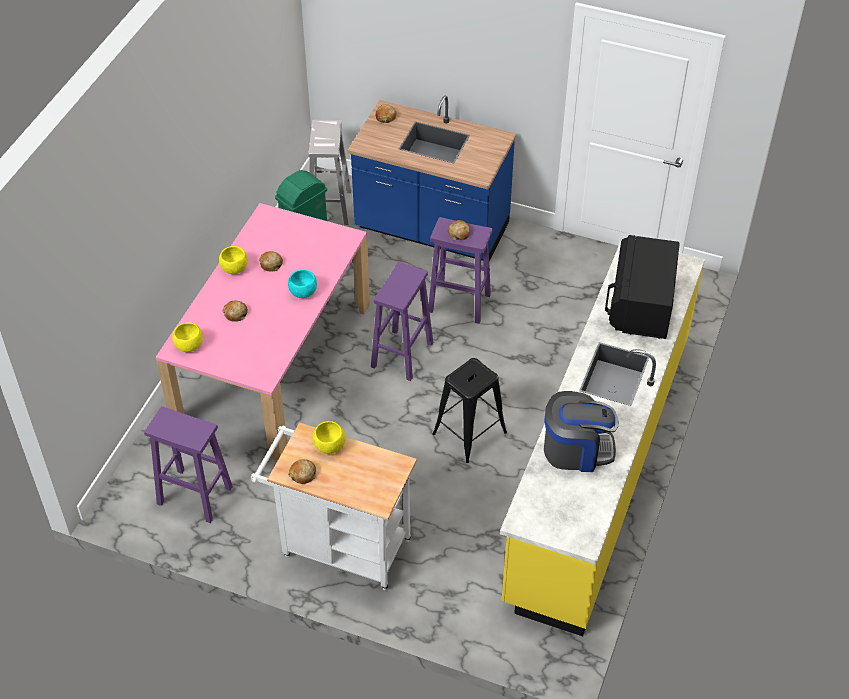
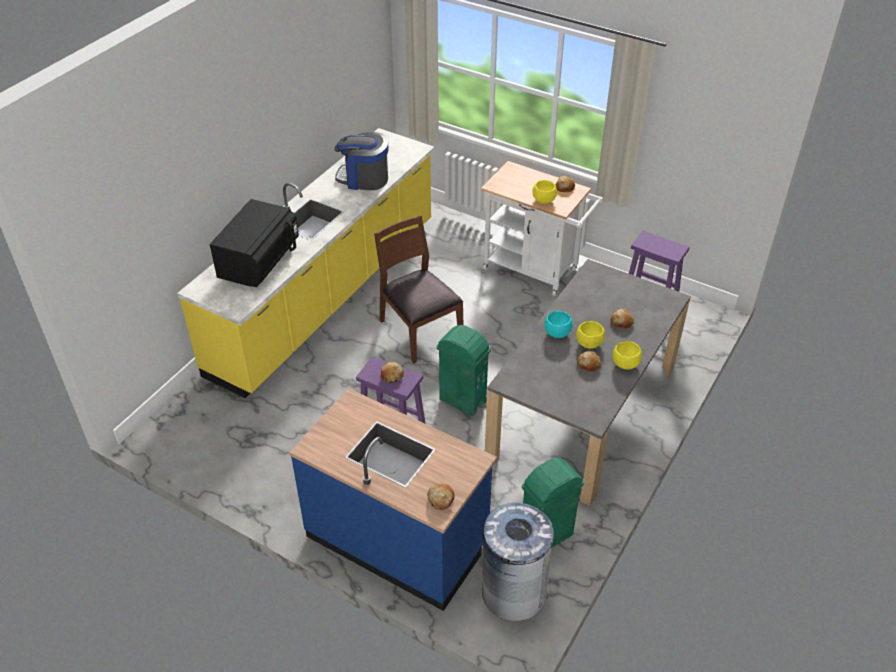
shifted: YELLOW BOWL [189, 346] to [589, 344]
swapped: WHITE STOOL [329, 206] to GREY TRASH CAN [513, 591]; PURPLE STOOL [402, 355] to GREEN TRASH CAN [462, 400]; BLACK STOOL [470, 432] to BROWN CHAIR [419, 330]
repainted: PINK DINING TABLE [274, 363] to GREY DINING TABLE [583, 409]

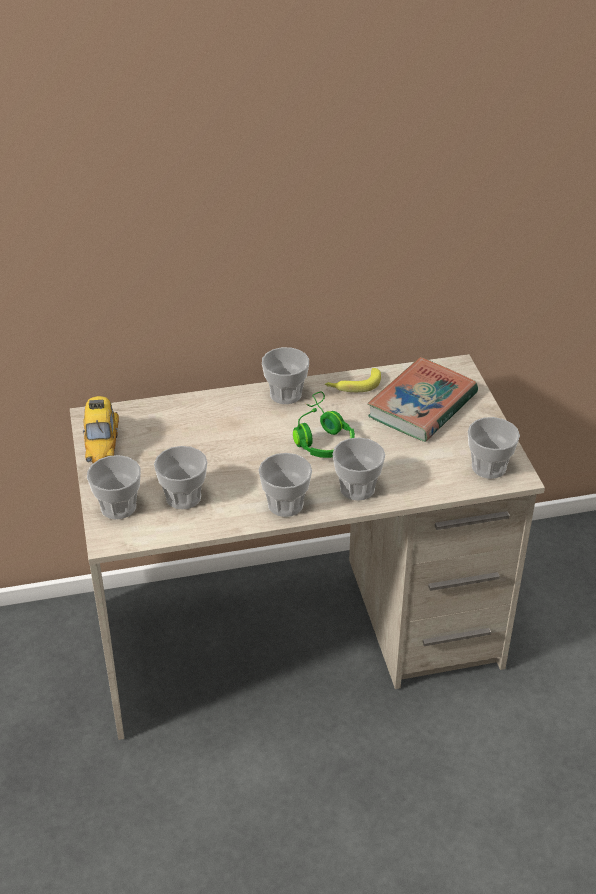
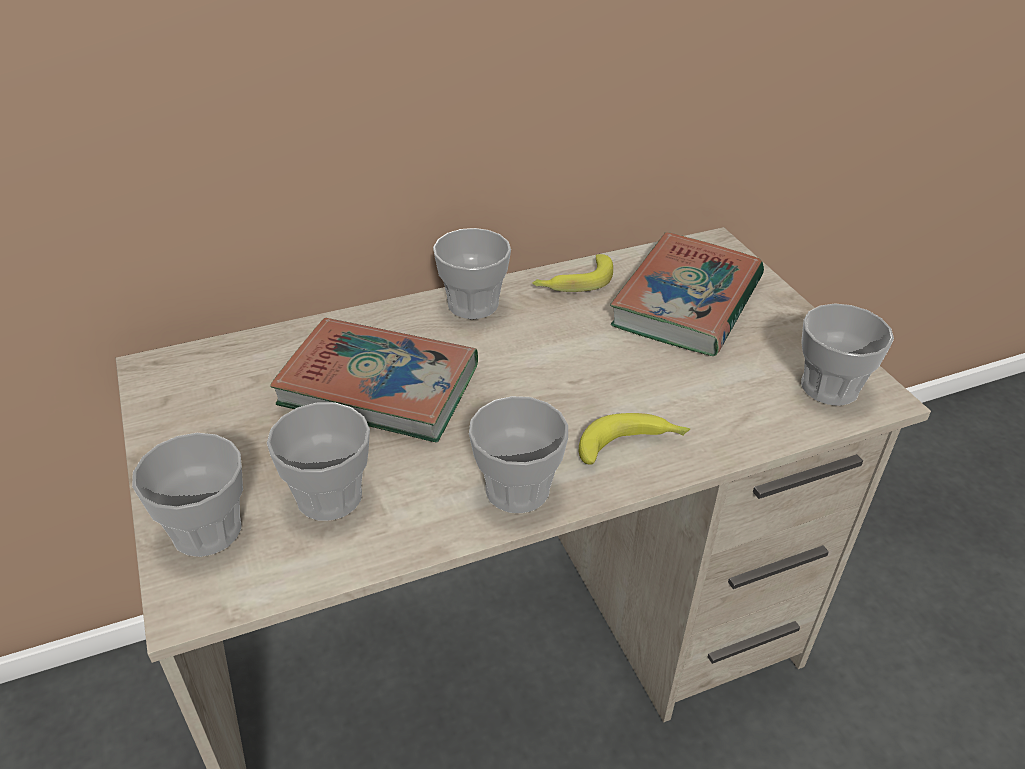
gone: GREEN HEADPHONES [321, 437]; TOY CAR [102, 448]
new: BOOK [379, 387]
swapped: CUP [357, 488] to BANANA [632, 446]

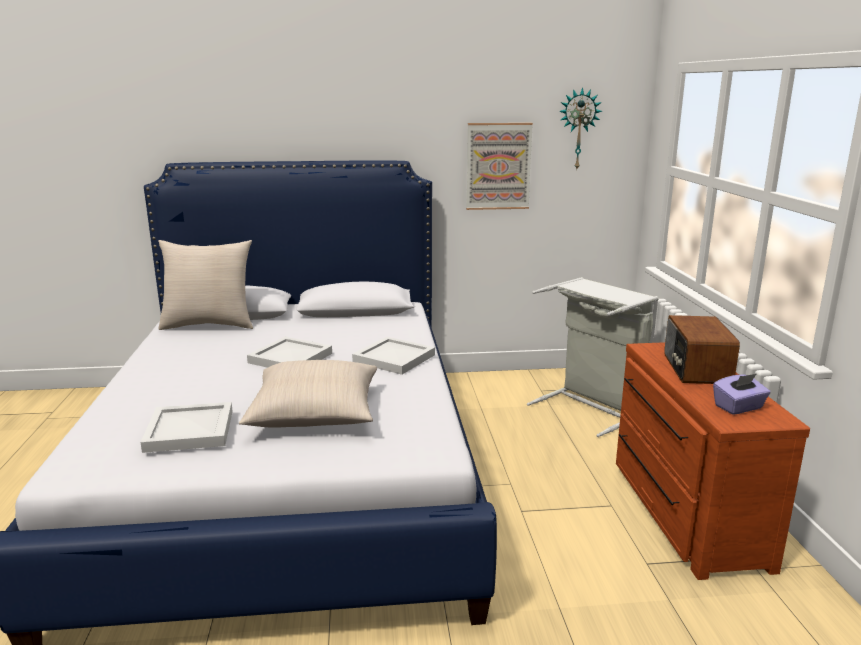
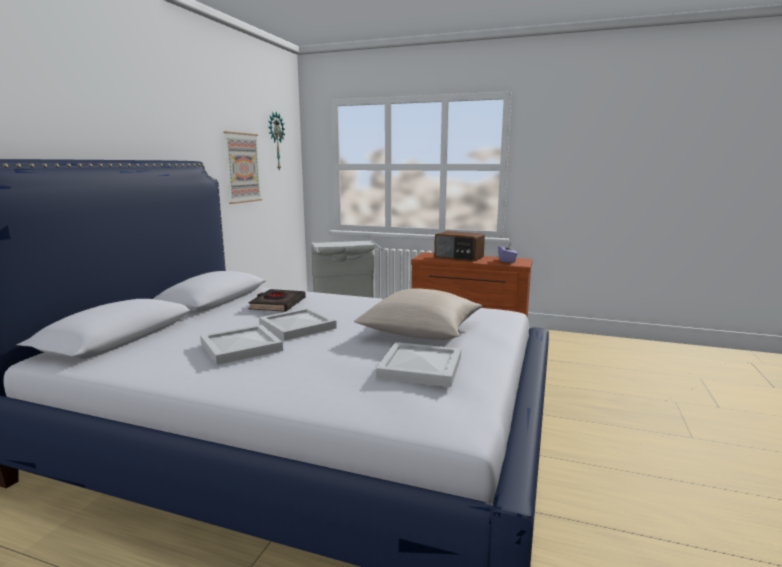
gone: BEIGE PILLOW [209, 324]
new: BLACK BOOK [277, 304]
shifted: WHITE TRAY [394, 359] to [242, 347]

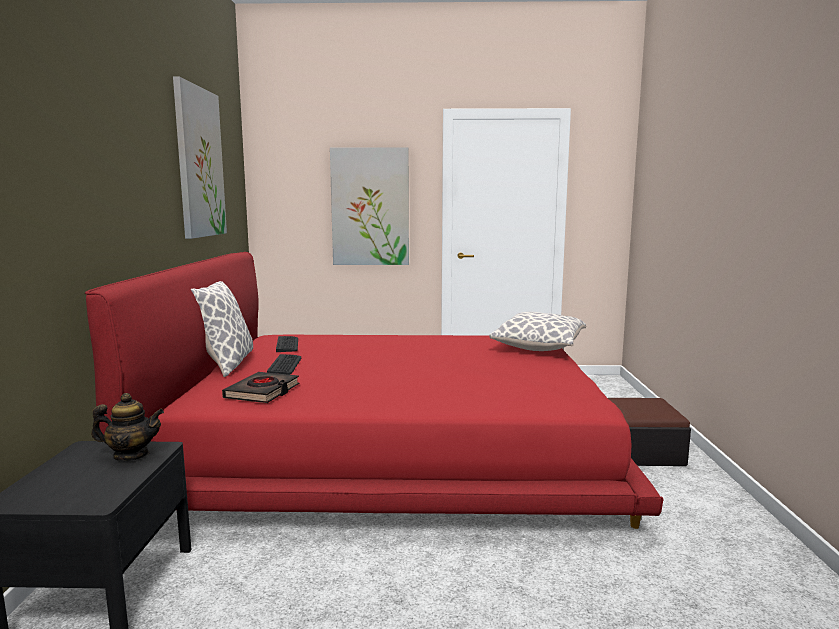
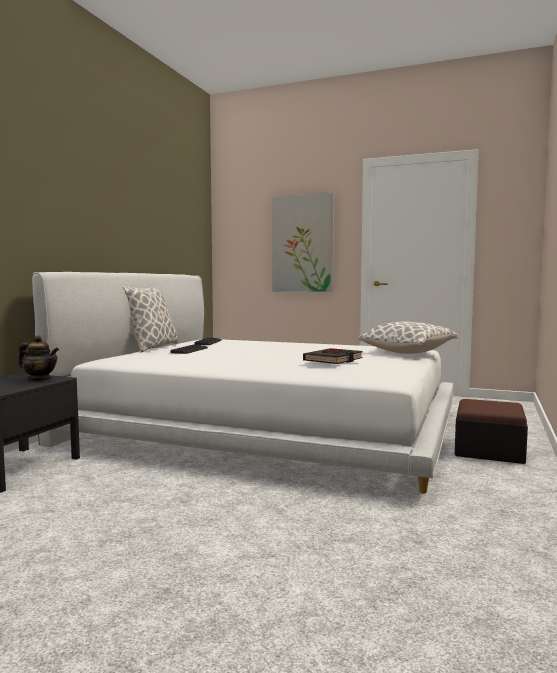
gone: PICTURE [199, 163]
shifted: BLACK BOOK [262, 392] to [333, 360]
repainted: RED BED [391, 449] to WHITE BED [267, 426]

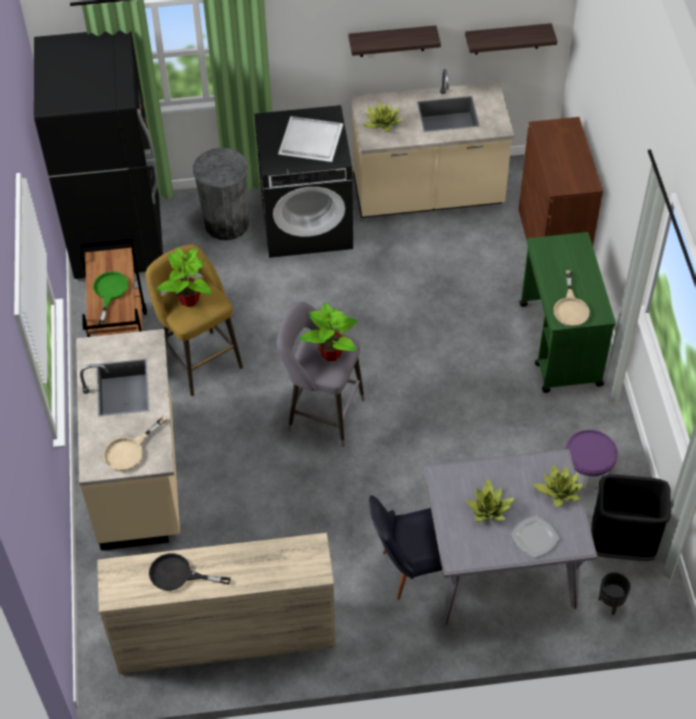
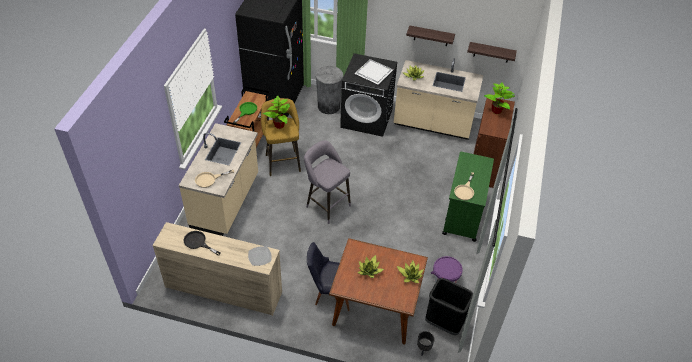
shifted: POTTED PLANT [332, 353] to [497, 111]; PLATE [534, 538] to [259, 257]
repainted: GREY DINING TABLE [499, 567] to BROWN DINING TABLE [375, 309]

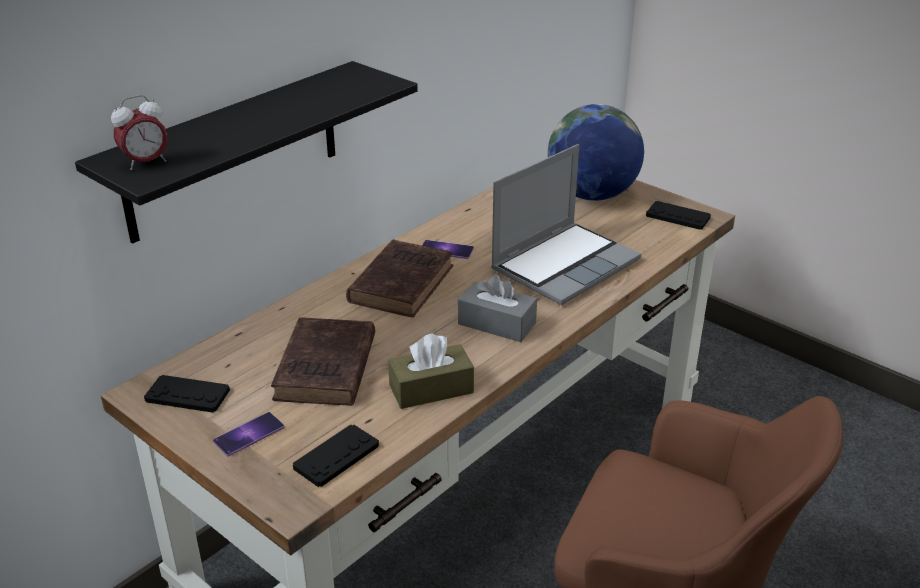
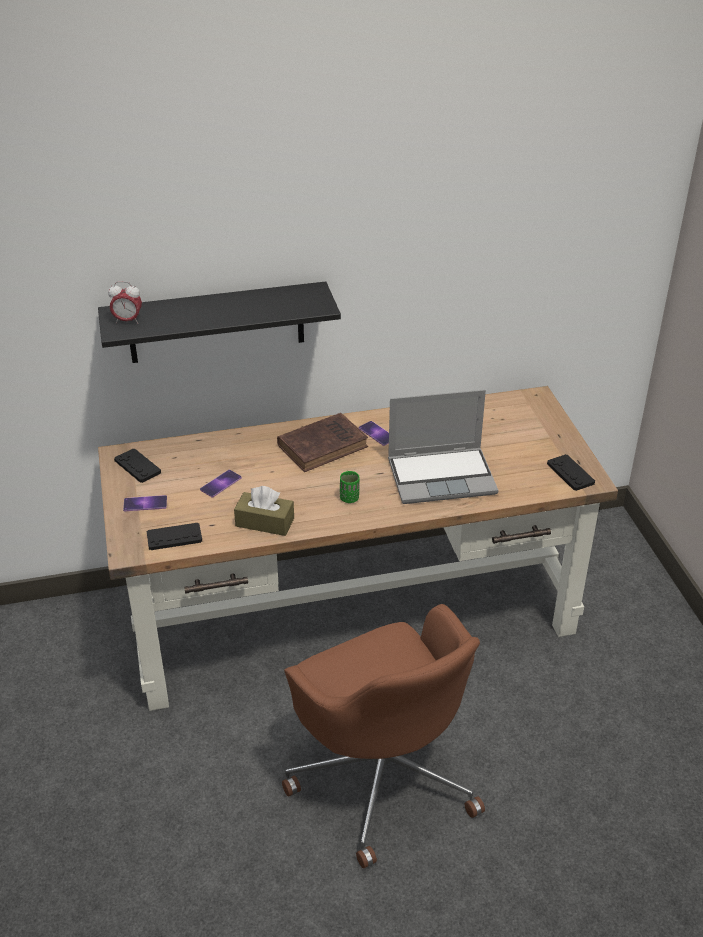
gone: GLOBE [592, 195]
swapped: GREY TISSUE BOX [496, 324] to GREEN CUP [349, 498]; BROWN BOOK [325, 370] to PHONE [221, 483]

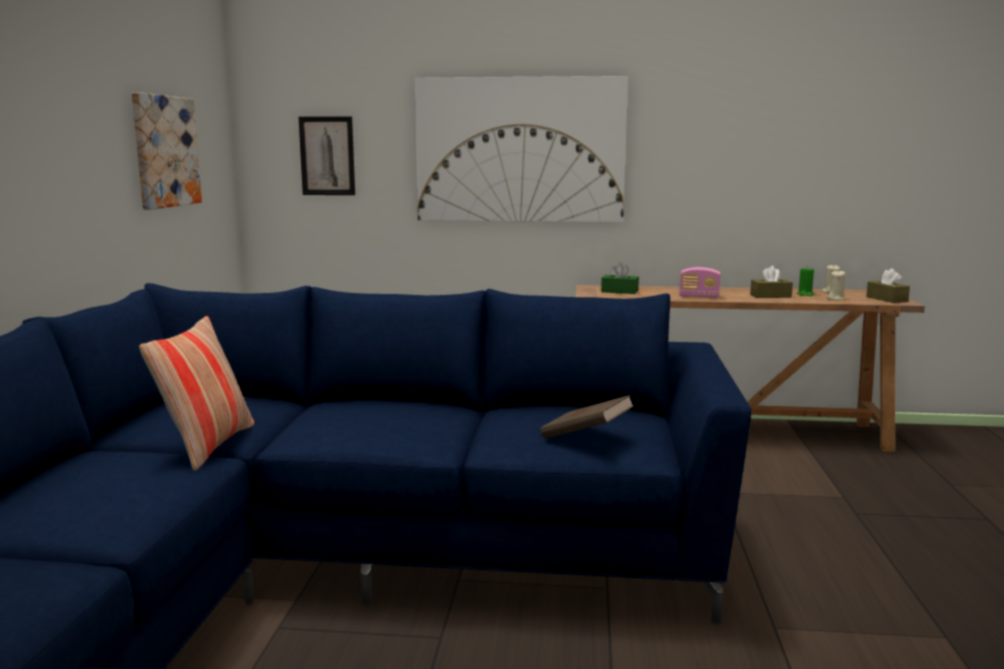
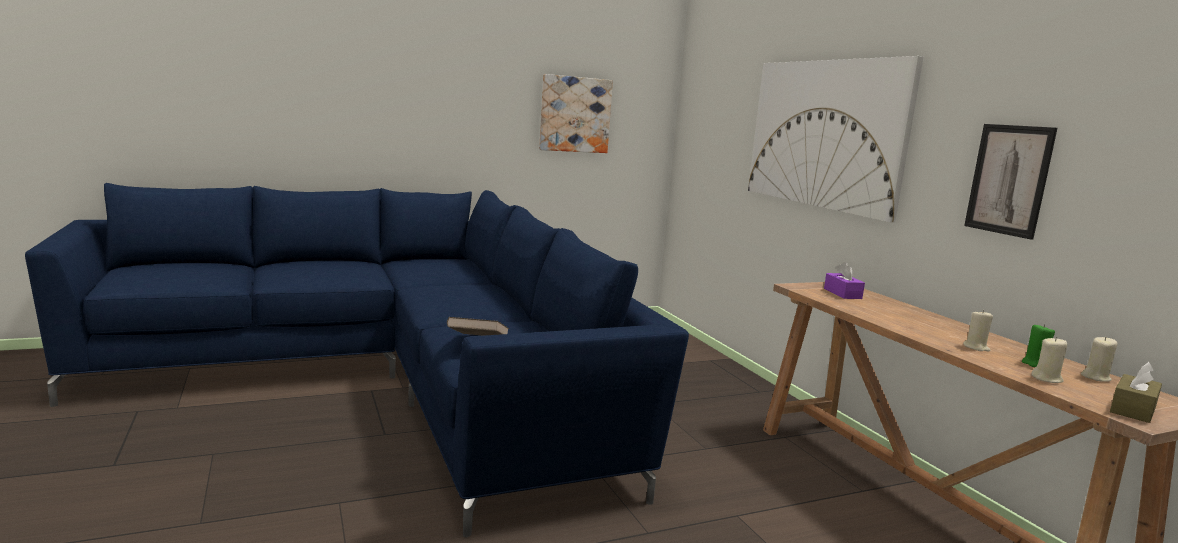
gone: RADIO [699, 297]; PILLOW [208, 445]
shifted: PICTURE [327, 156] to [1009, 180]
swapped: BROWN TISSUE BOX [770, 296] to BEIGE CANDLE [976, 347]
repainted: GREEN TISSUE BOX [619, 291] to PURPLE TISSUE BOX [842, 293]

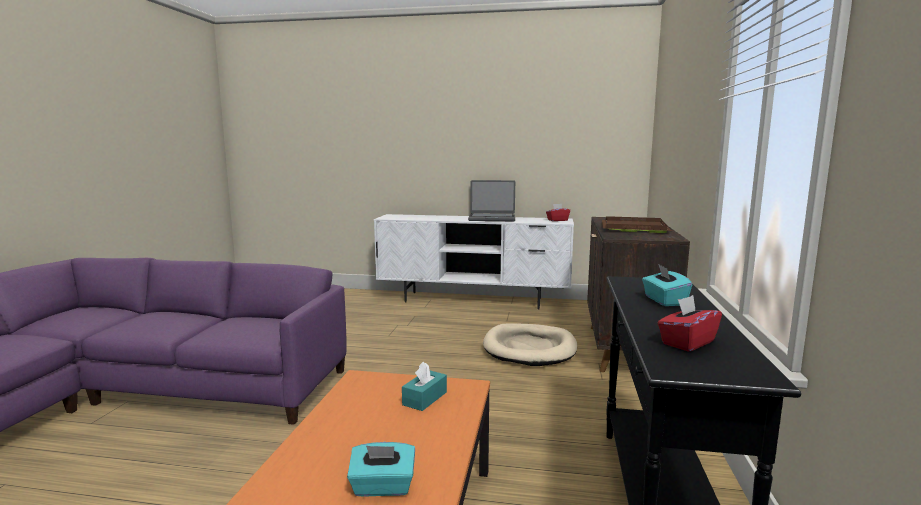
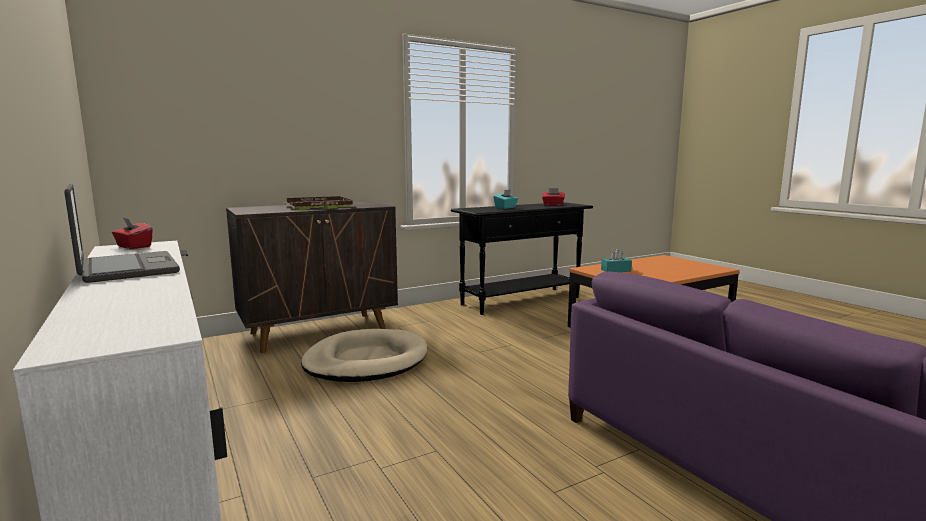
gone: TURQUOISE TISSUE BOX [382, 487]

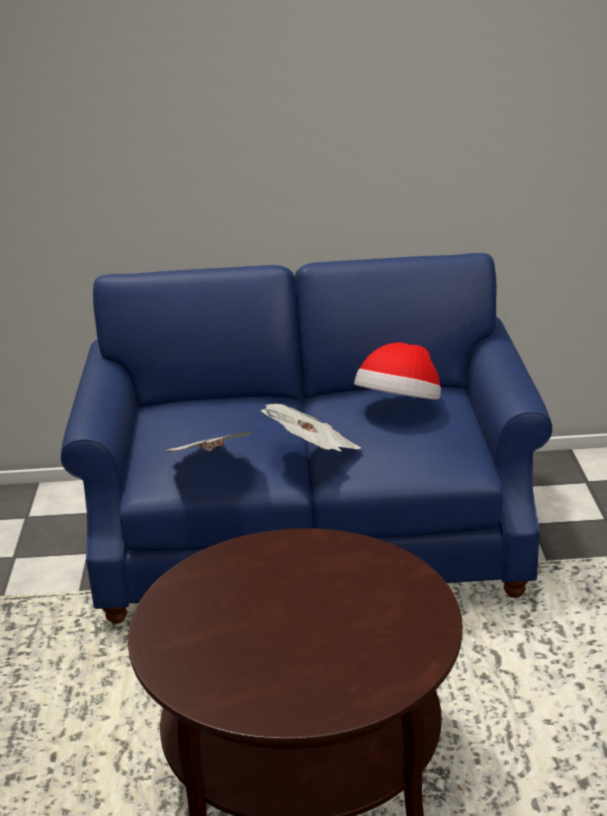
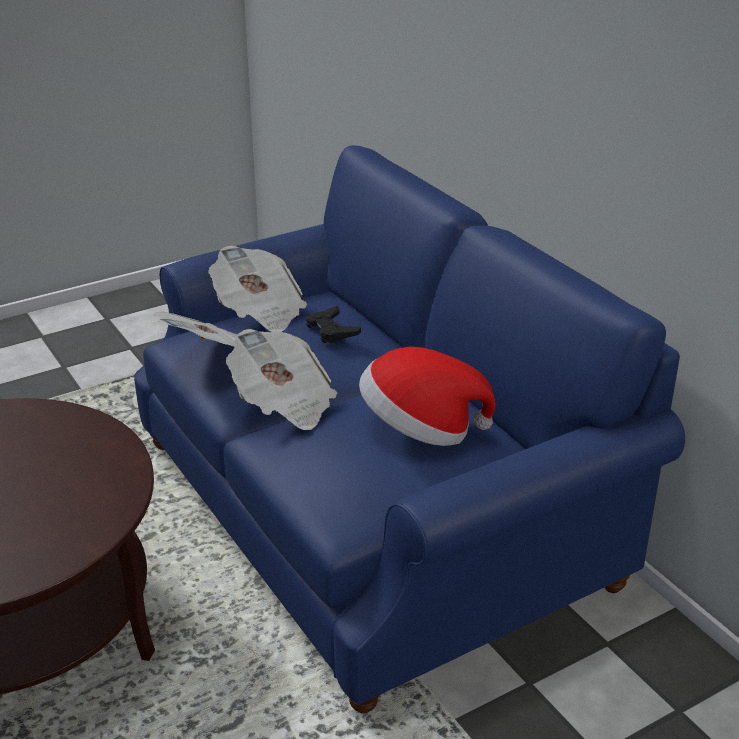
new: NEWSPAPER [259, 311]; BLACK GAME CONTROLLER [331, 330]

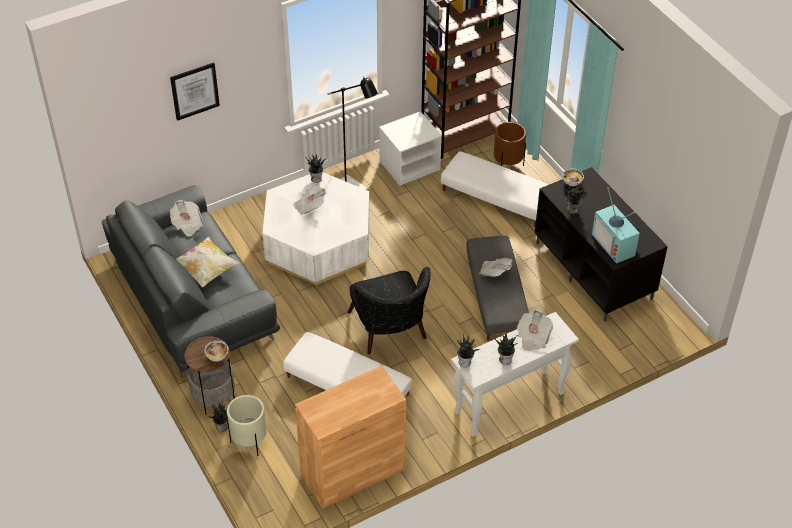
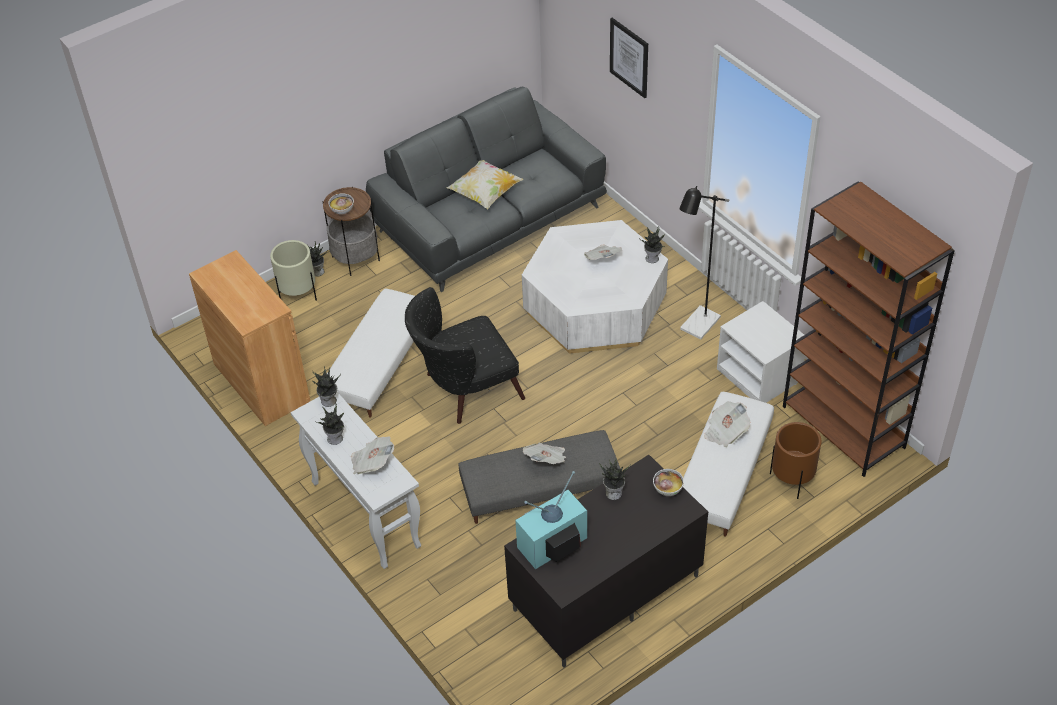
shifted: NEWSPAPER [187, 224] to [725, 431]

